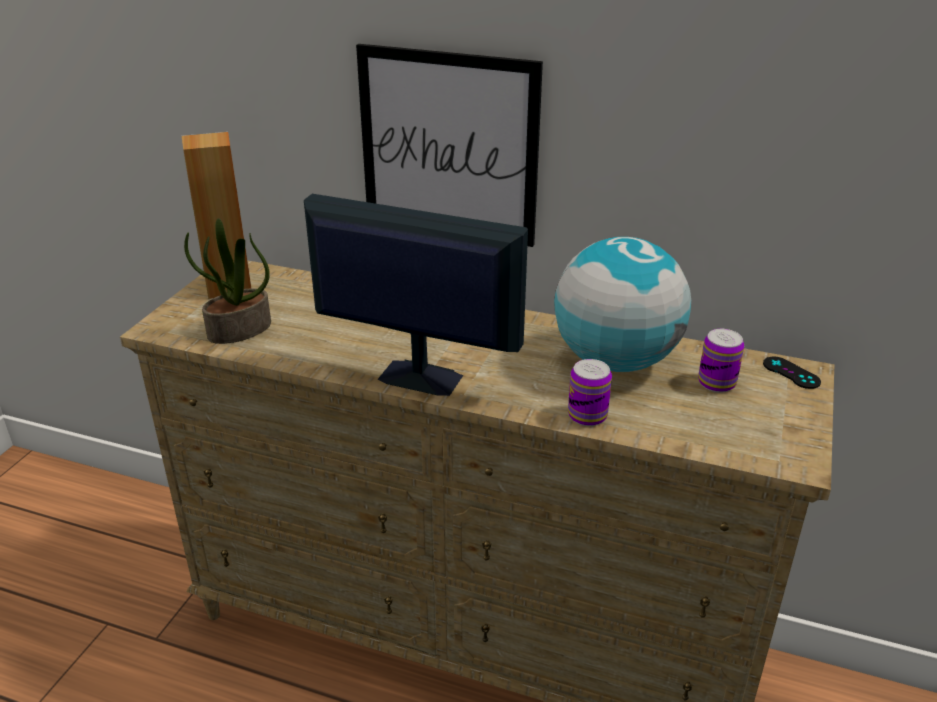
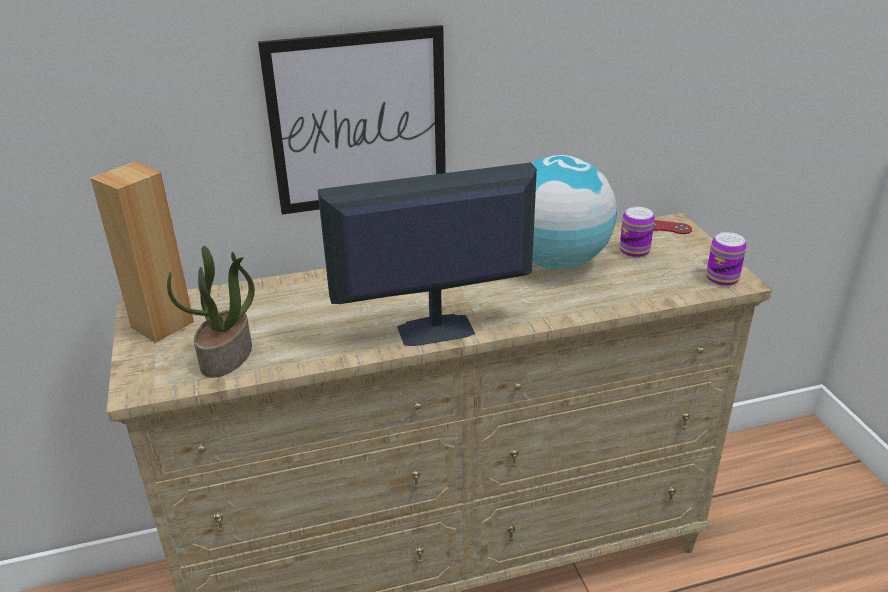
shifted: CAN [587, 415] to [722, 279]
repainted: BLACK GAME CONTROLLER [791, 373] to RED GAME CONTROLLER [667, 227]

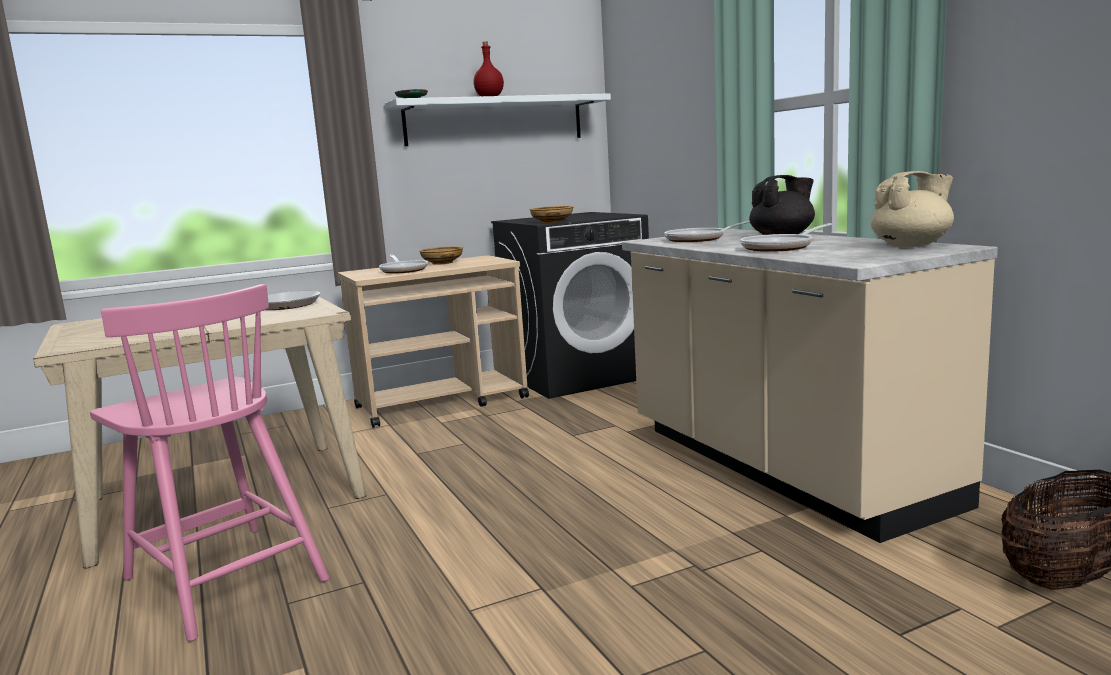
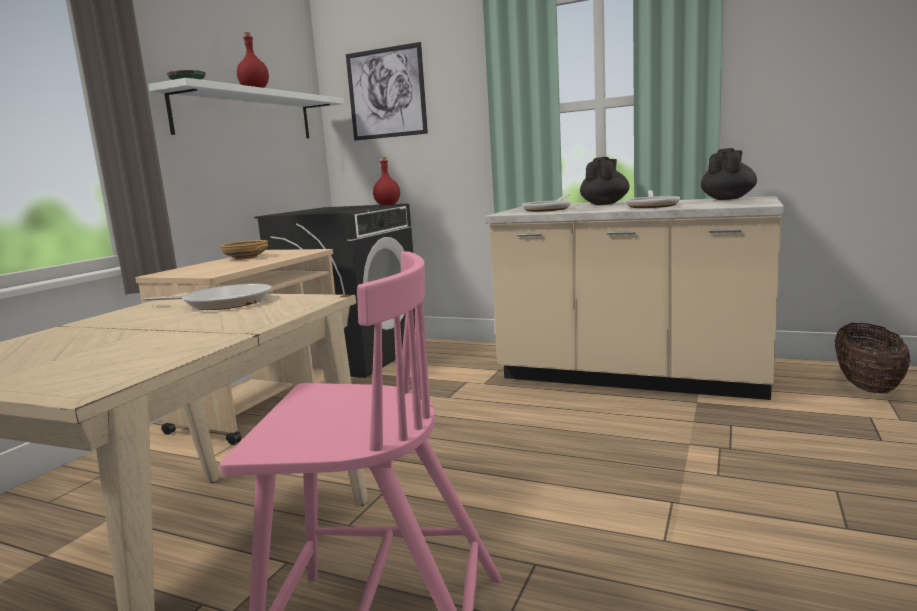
gone: BEIGE BOWL [552, 222]; FRYING PAN [403, 270]
new: PICTURE [386, 93]; RED BOTTLE [388, 205]
repainted: BEIGE TEAPOT [912, 245] to BLACK TEAPOT [727, 199]

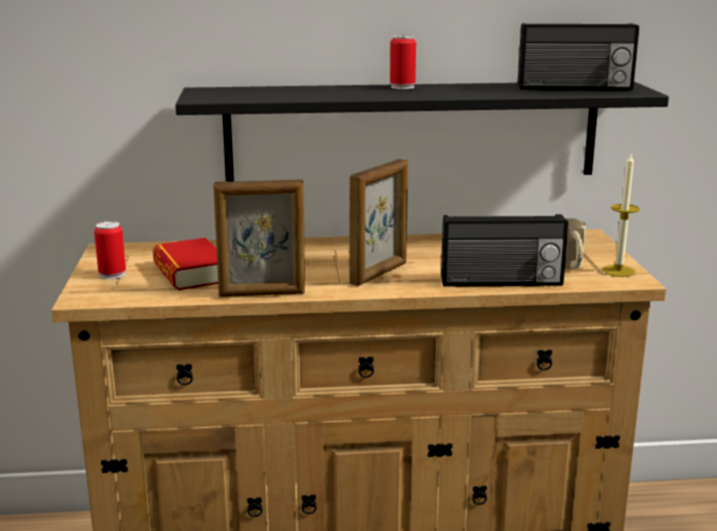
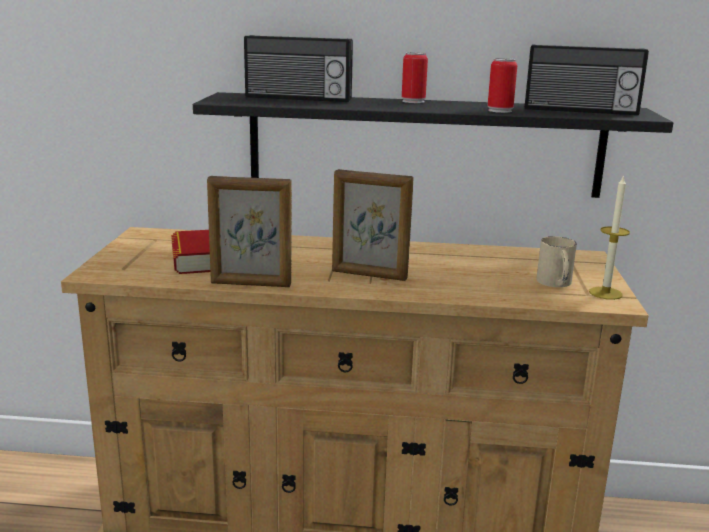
shifted: RADIO [501, 282] to [298, 98]; CAN [112, 274] to [500, 110]
rotated: PICTURE FRAME [379, 273] = [369, 275] 60 degrees clockwise

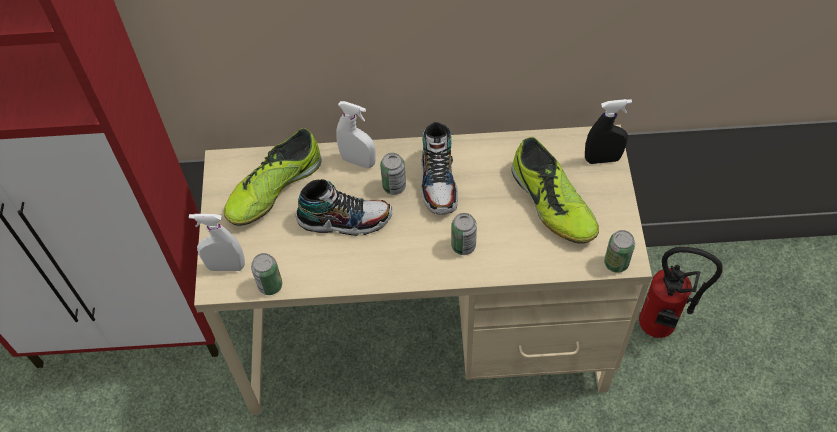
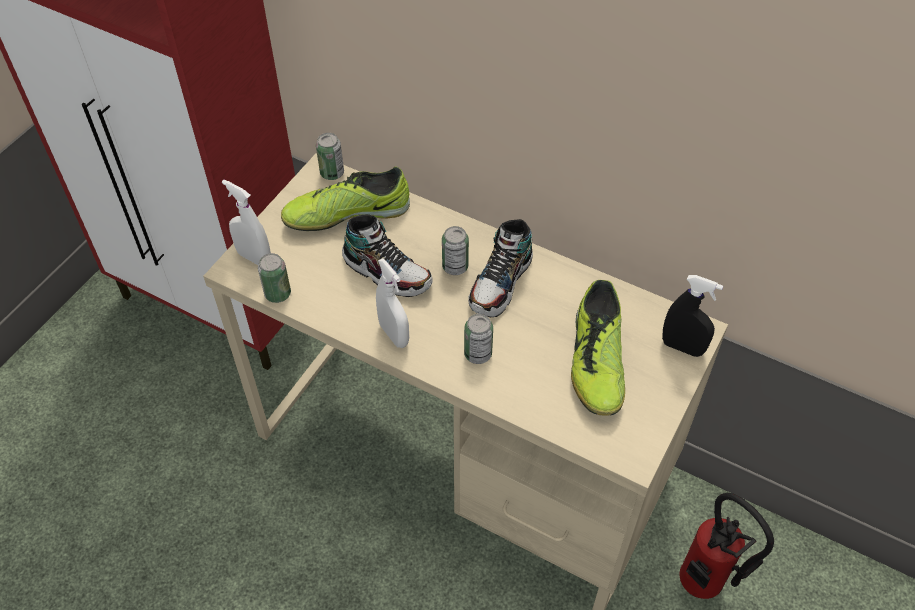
shifted: WHITE SPRAY BOTTLE [358, 161] to [394, 334]; CAN [616, 263] to [332, 173]

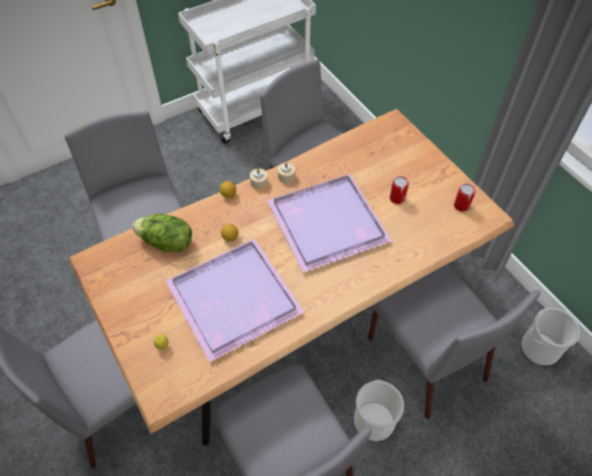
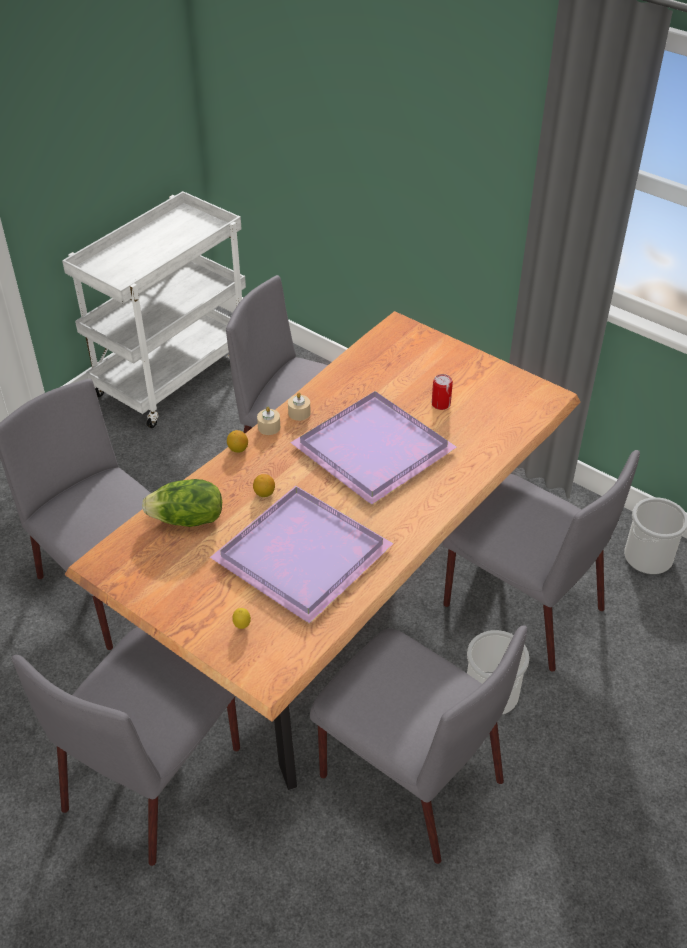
gone: CAN [461, 206]

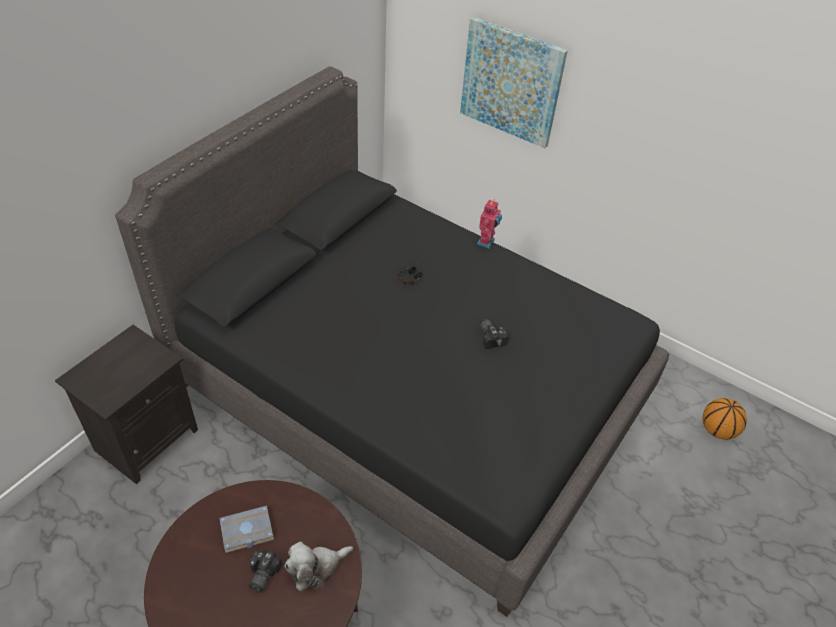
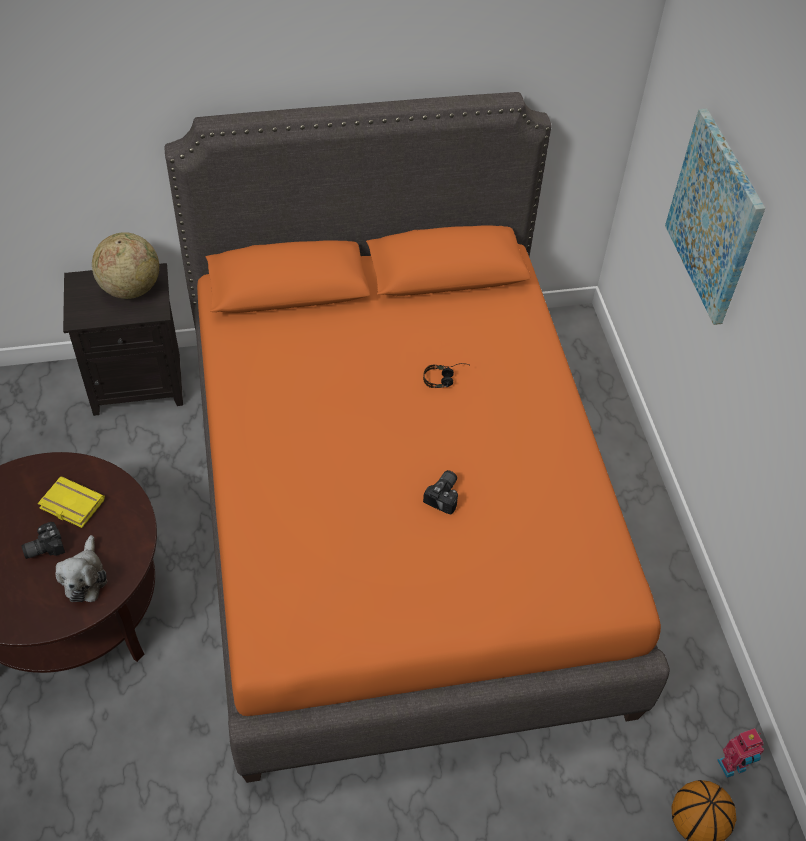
new: GLOBE [131, 288]
shifted: TOY ROBOT [487, 242] to [732, 767]
repainted: BLACK BED [410, 394] to ORANGE BED [396, 514]; GREY BOOK [246, 532] to YELLOW BOOK [70, 505]
rotated: PLUSH TOY [316, 568] = [85, 578] 105 degrees counterclockwise

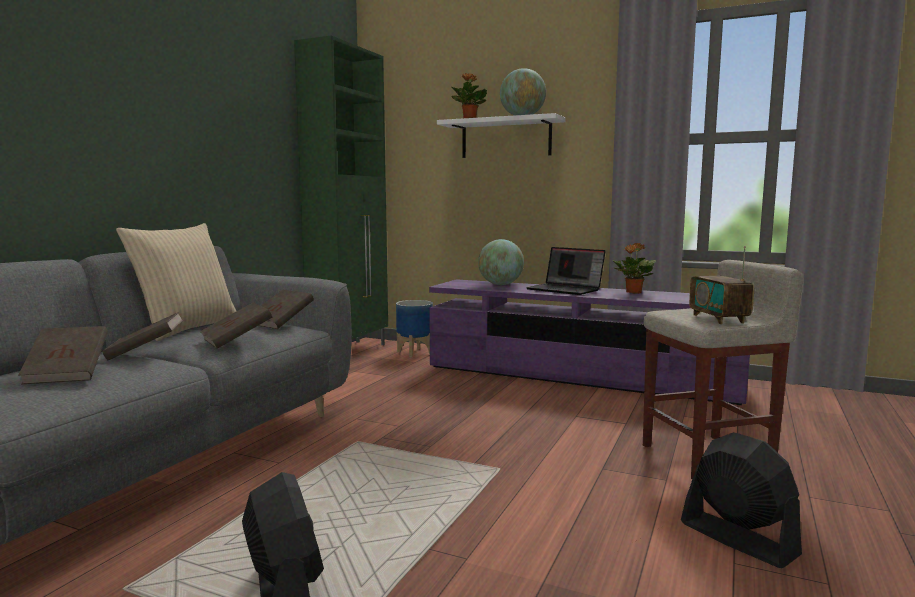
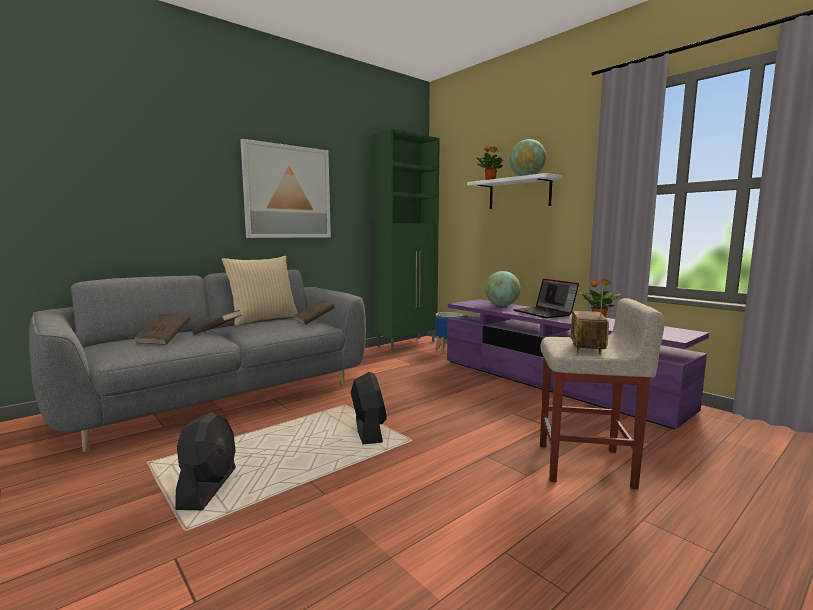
gone: BROWN BOOK [237, 340]
new: PICTURE [287, 192]
shifted: BLACK FAN [737, 538] to [368, 431]

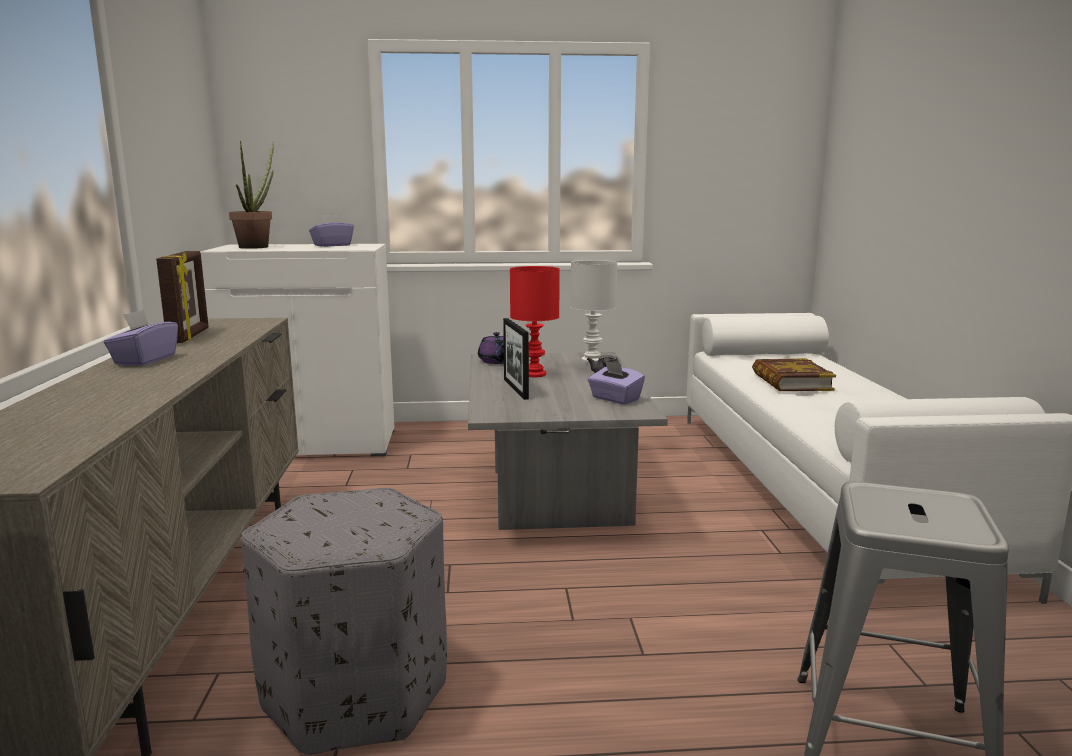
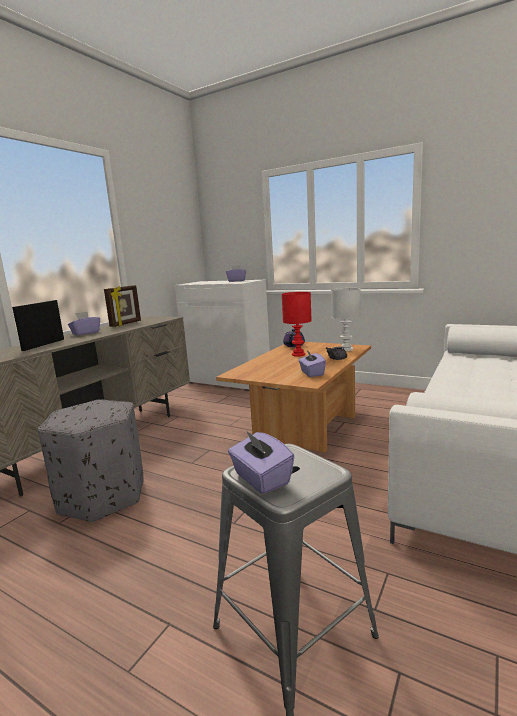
gone: POTTED PLANT [257, 246]; BOOK [791, 382]
new: PURPLE TISSUE BOX [261, 479]
shifted: PICTURE FRAME [515, 389] to [44, 344]
repainted: GREY COFFEE TABLE [553, 495] to BROWN COFFEE TABLE [303, 425]

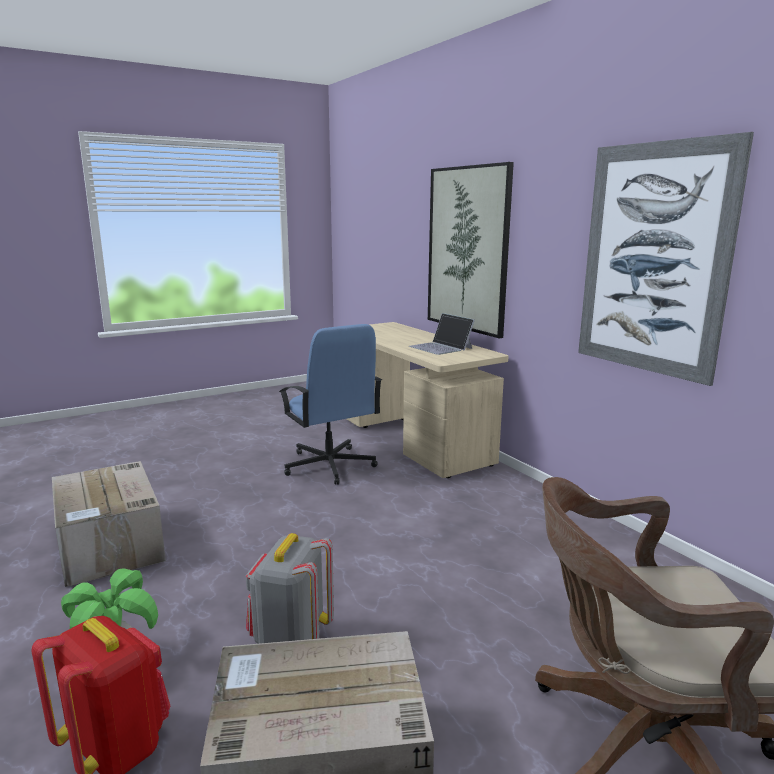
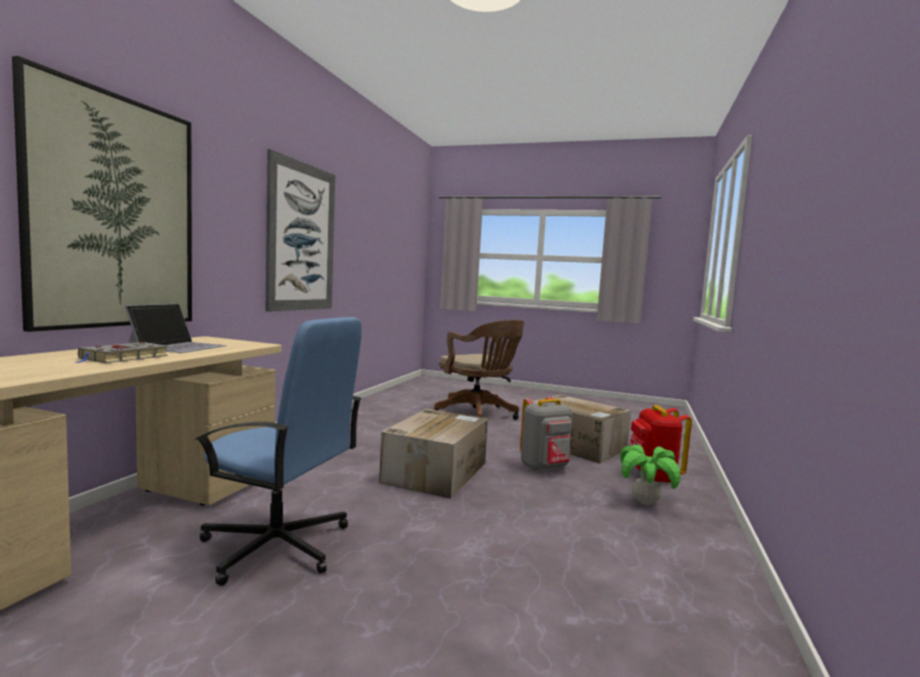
new: GREY BOOK [123, 357]
shifted: CARDBOARD BOX [111, 544] to [436, 471]
rotated: BLUE OFFICE CHAIR [329, 466] = [277, 546] 90 degrees clockwise

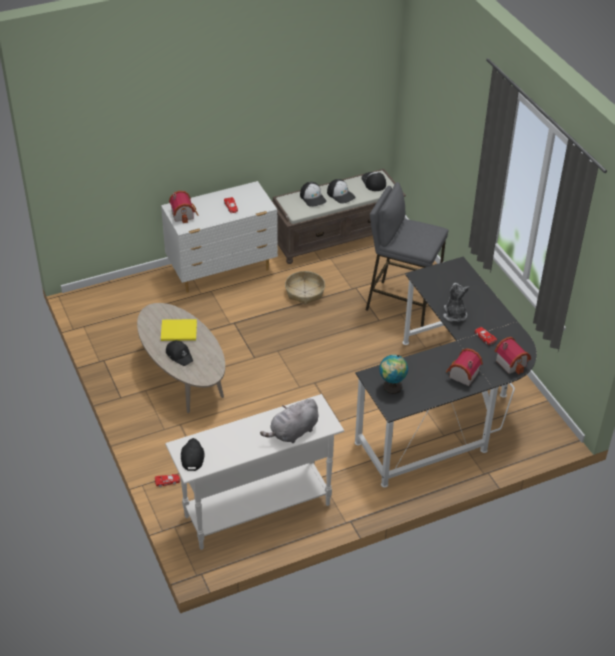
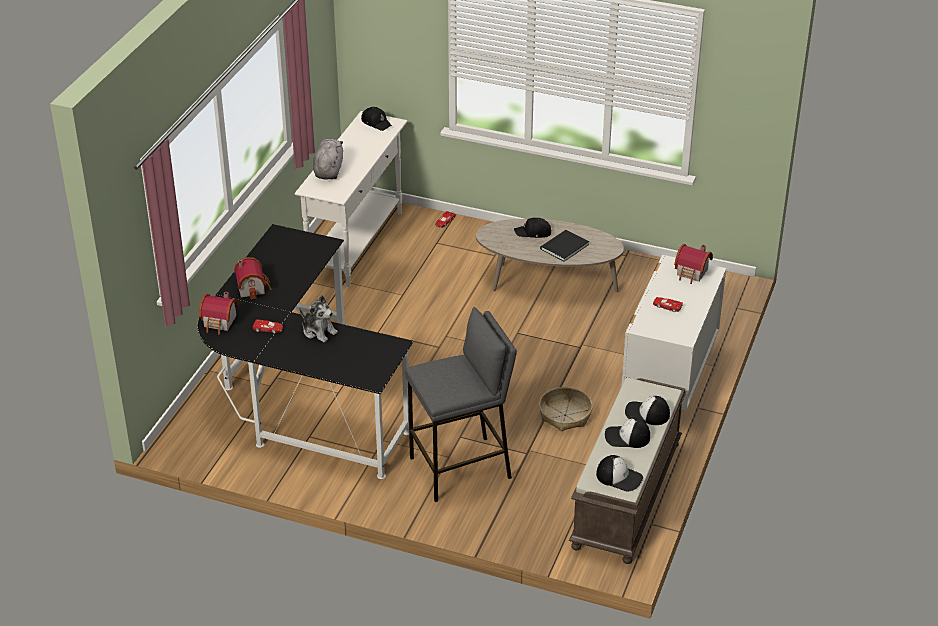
gone: GLOBE [392, 387]
repainted: YELLOW BOOK [180, 332] to BLACK BOOK [563, 247]

